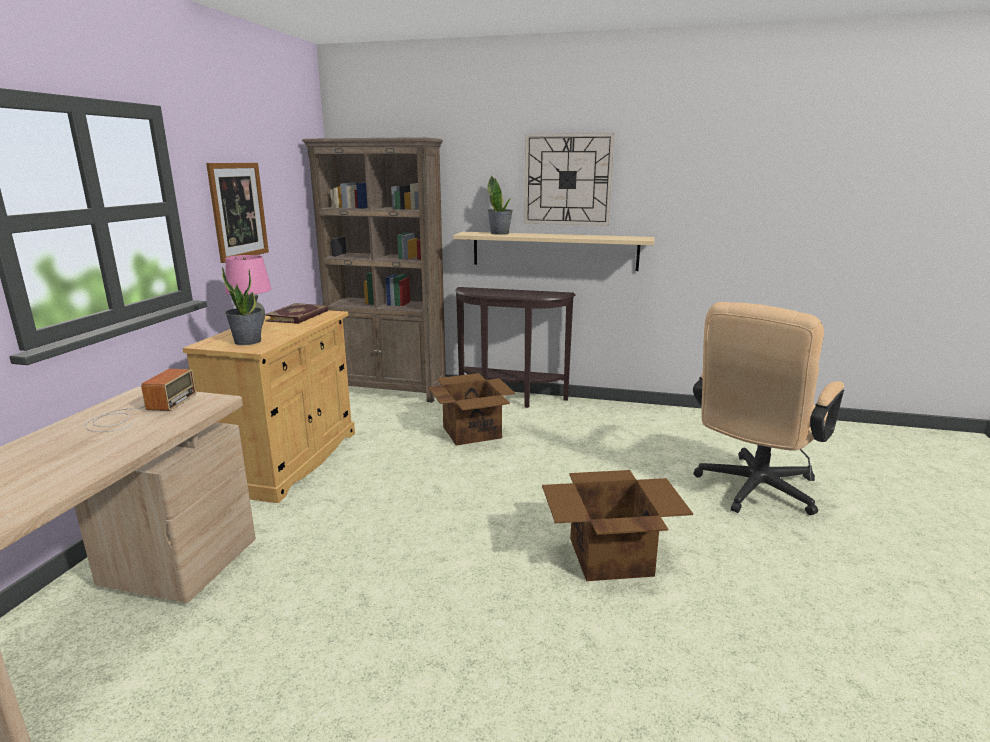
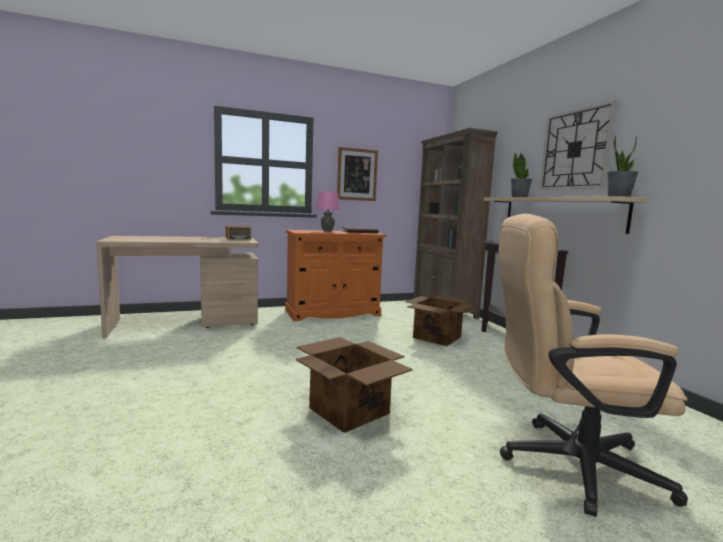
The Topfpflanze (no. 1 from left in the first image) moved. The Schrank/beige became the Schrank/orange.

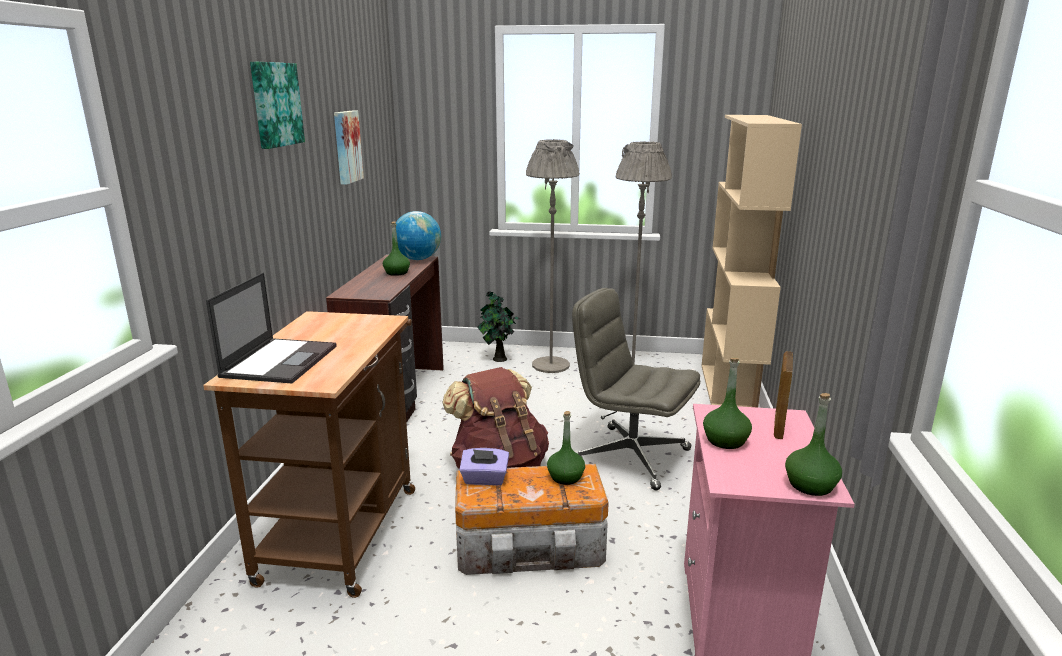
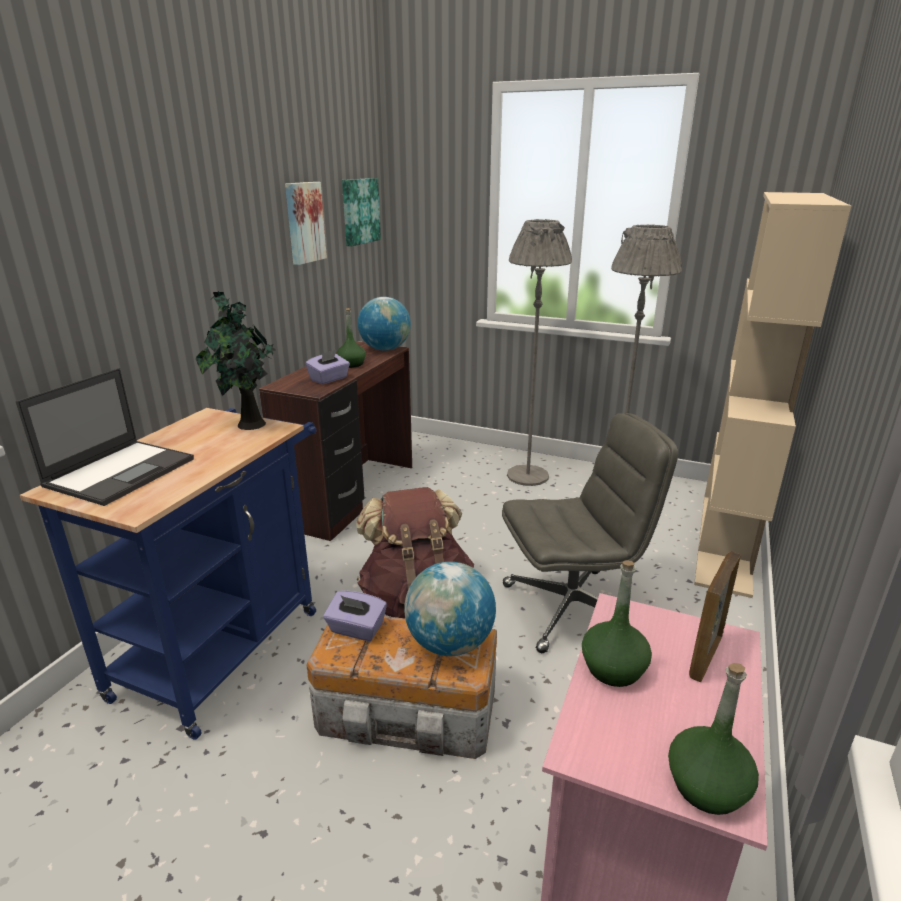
The Bild (no. 1 from left in the first image) moved. The Bürostuhl/grau turned 120 degrees clockwise. The Topfpflanze moved. The Rollwagen/braun became the Rollwagen/blau. The Flasche/grün (no. 2 from left) was replaced by the Globus (no. 2 from left). The Taschentuchbox/lila (no. 1 from left) appeared.

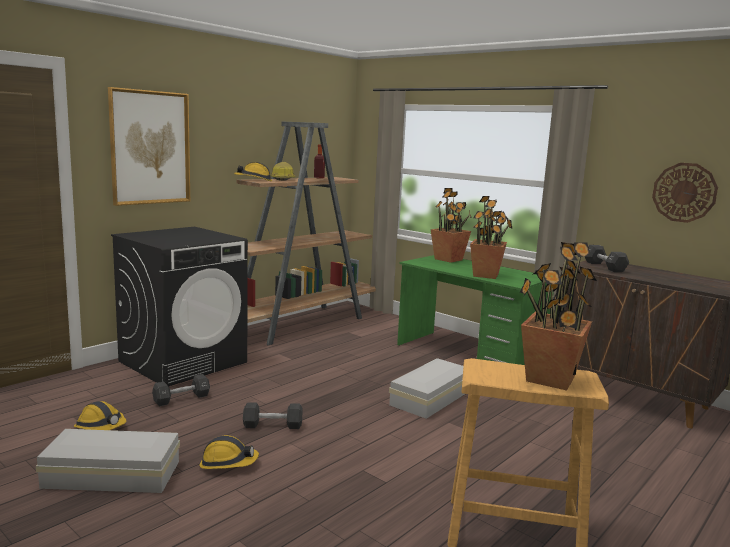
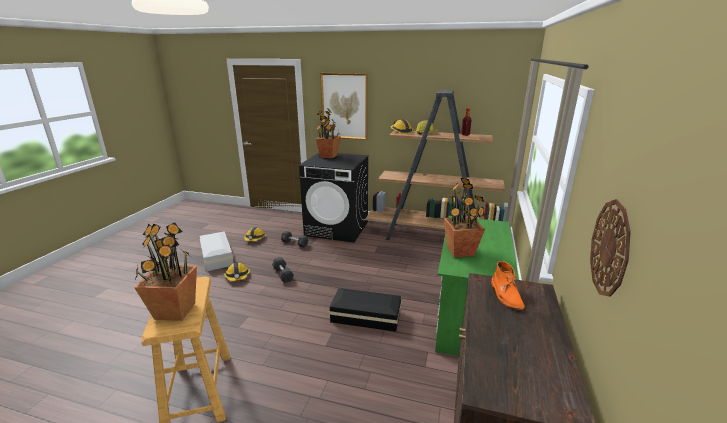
The Topfpflanze (no. 1 from left in the first image) moved. The Hantel/schwarz (no. 3 from left) was replaced by the Stiefel/orange. The Aufbewahrungsbox/weiß (no. 2 from left) became the Aufbewahrungsbox/schwarz.

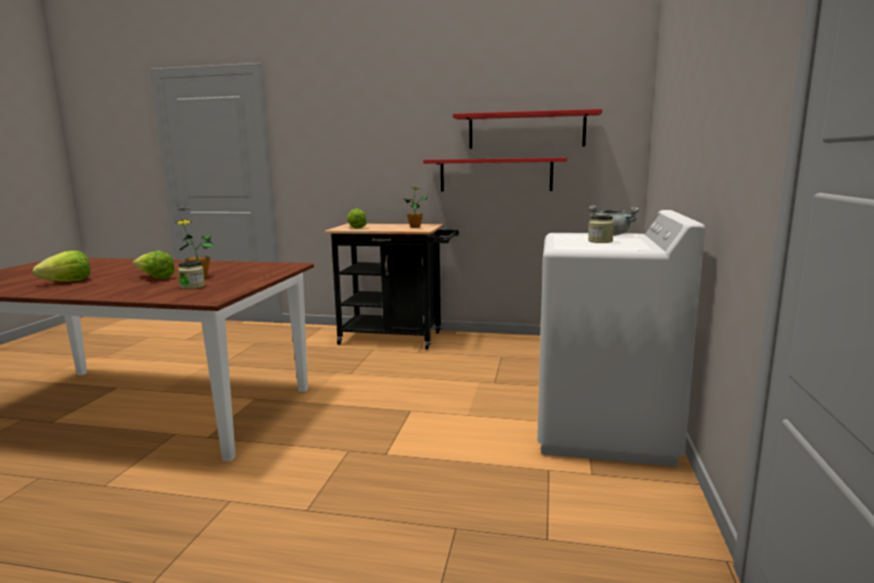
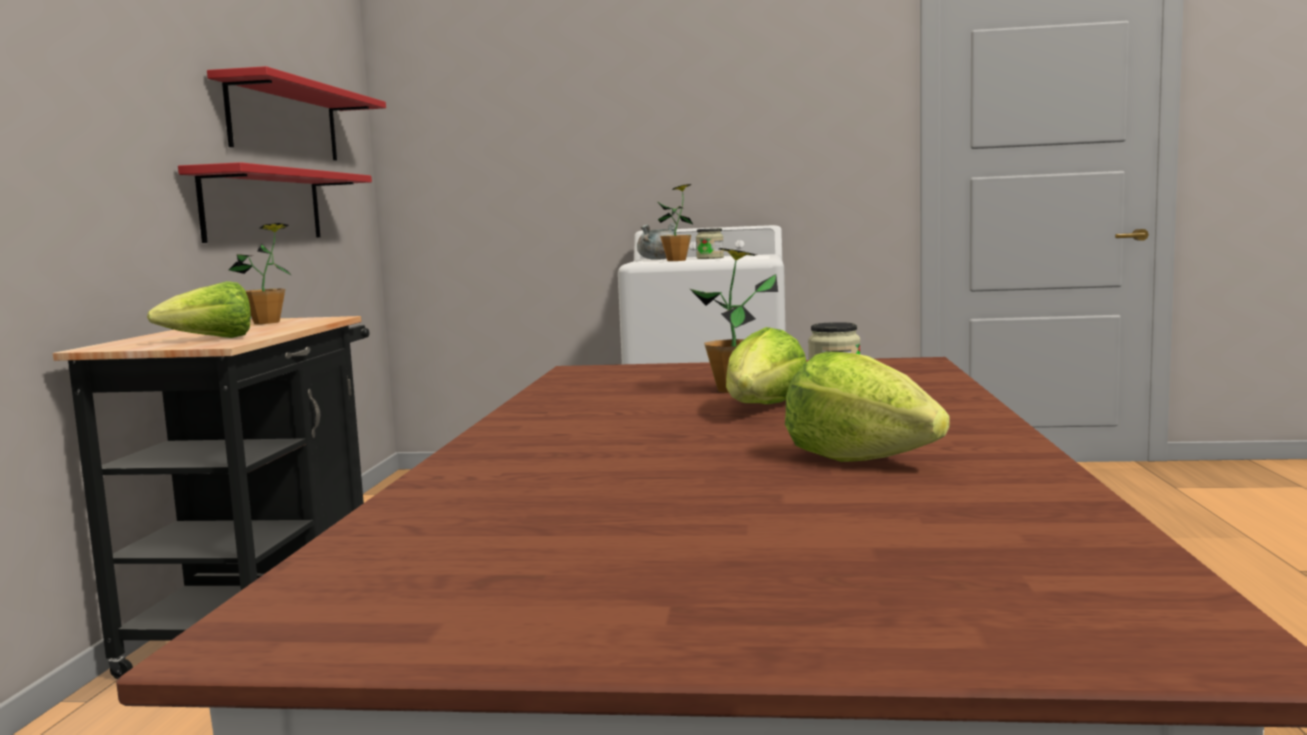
The Topfpflanze (no. 2 from left) appeared.

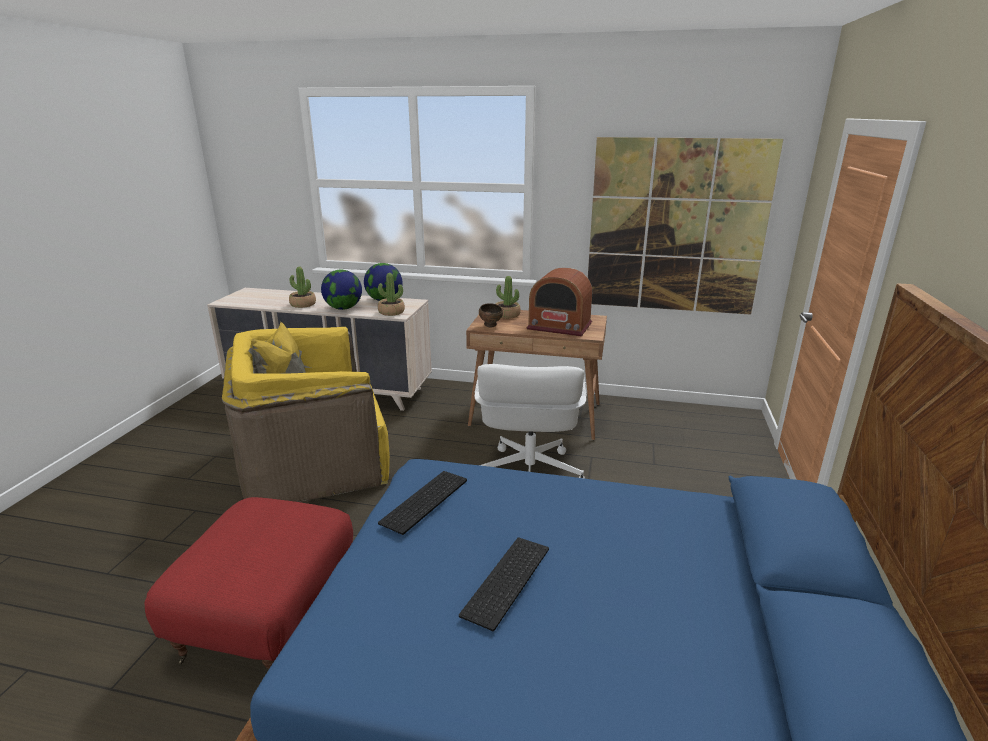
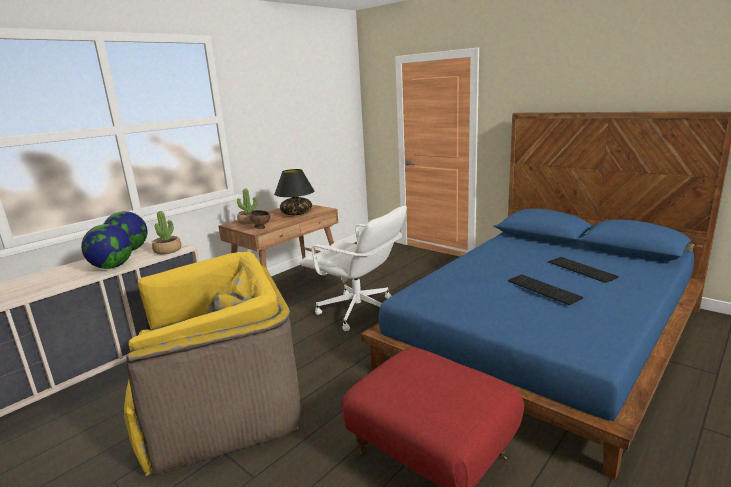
The Bild disappeared. The Topfpflanze (no. 1 from left) disappeared. The Radio was replaced by the Tischlampe/schwarz. The Sessel/gelb turned 120 degrees counterclockwise. The Tastatur (no. 1 from left in the first image) moved.

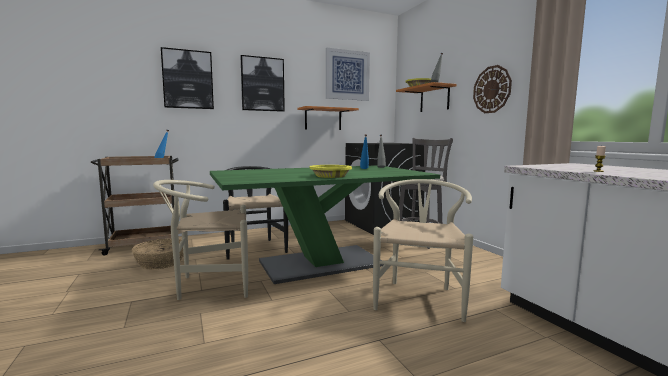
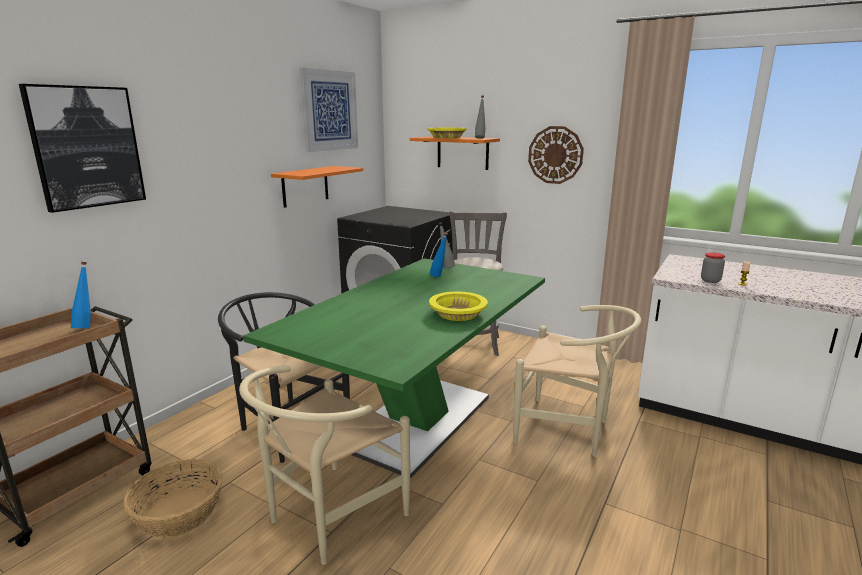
The Bild (no. 2 from left) disappeared. The Stuhl/beige (no. 2 from left) turned 135 degrees clockwise. The Vorratsglas appeared.

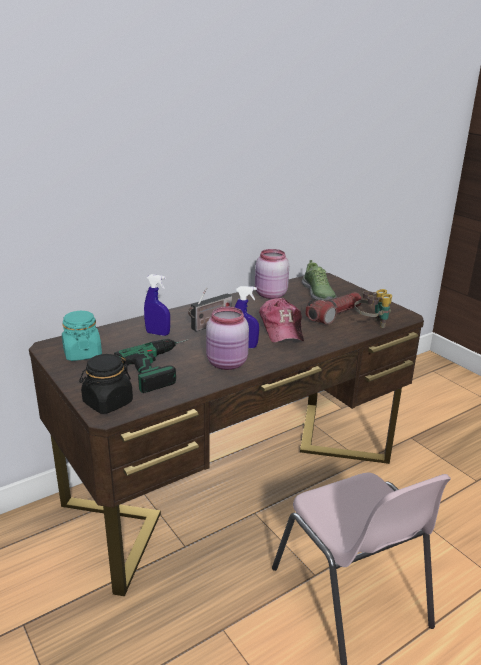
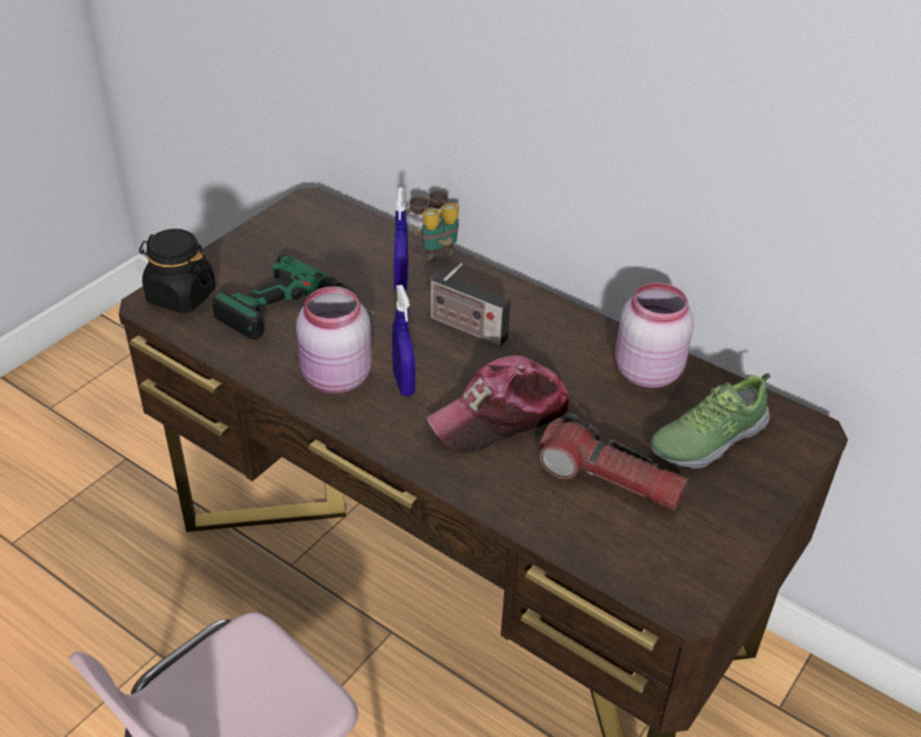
The Fernglas moved. The Vorratsglas/türkis disappeared.

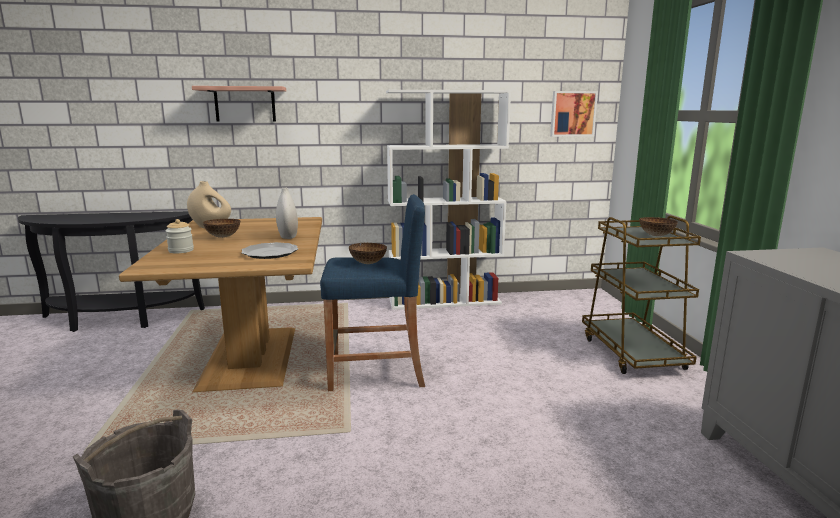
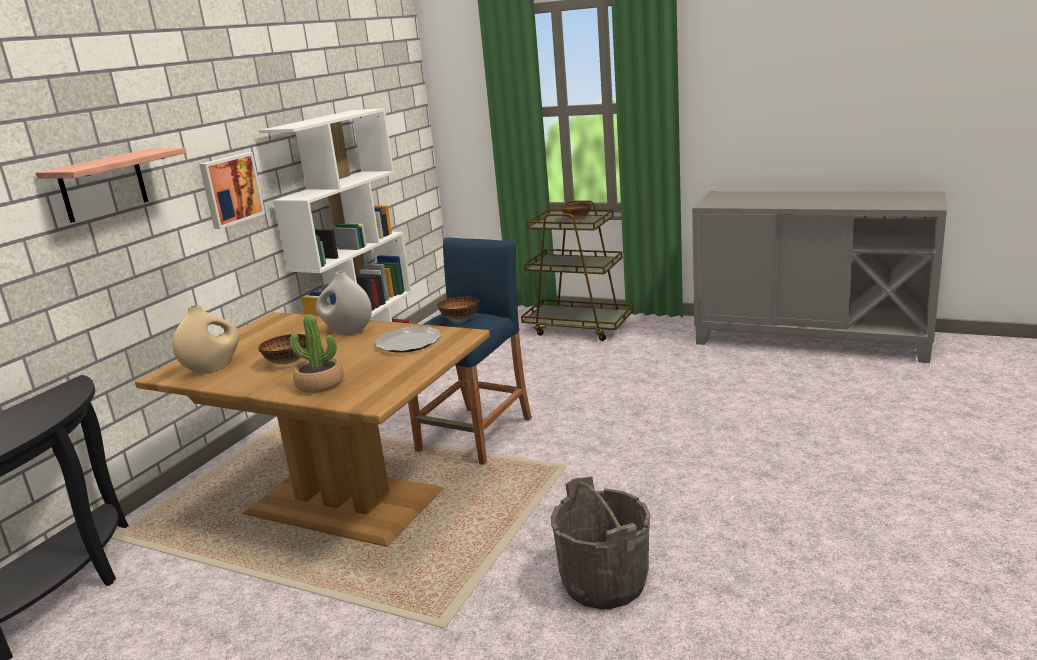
The Bild moved. The Vorratsglas was replaced by the Topfpflanze.

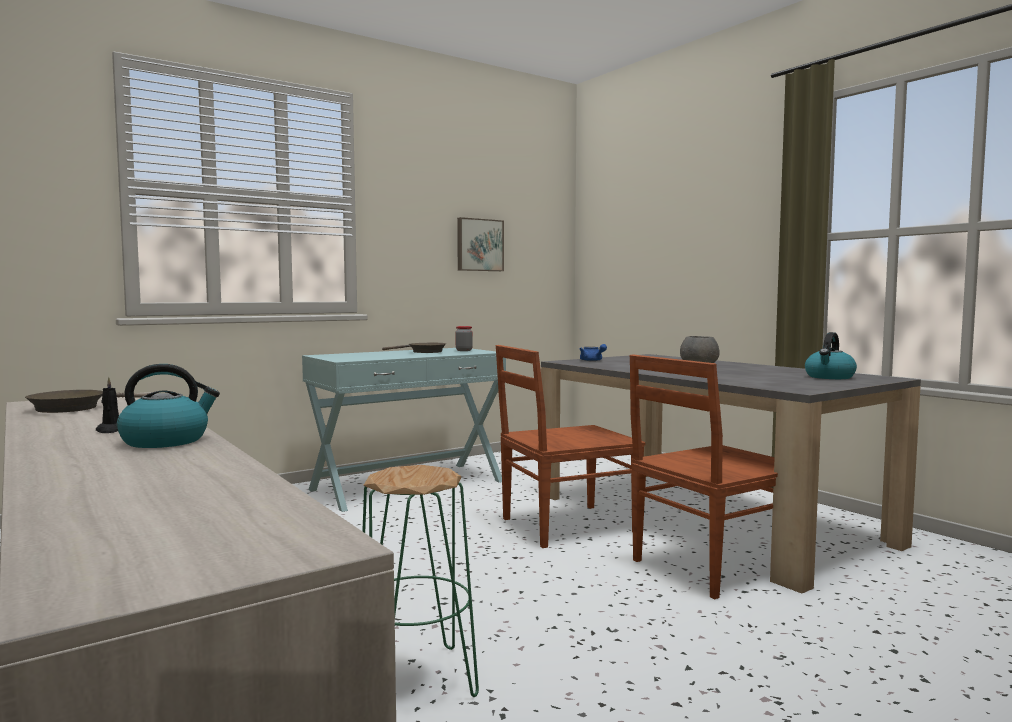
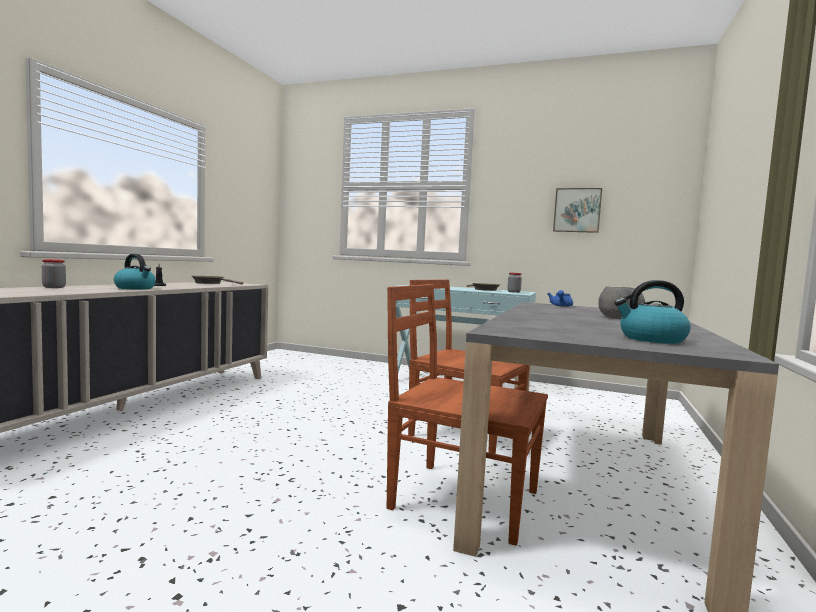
The Hocker/grün disappeared. The Vorratsglas (no. 1 from left) appeared.

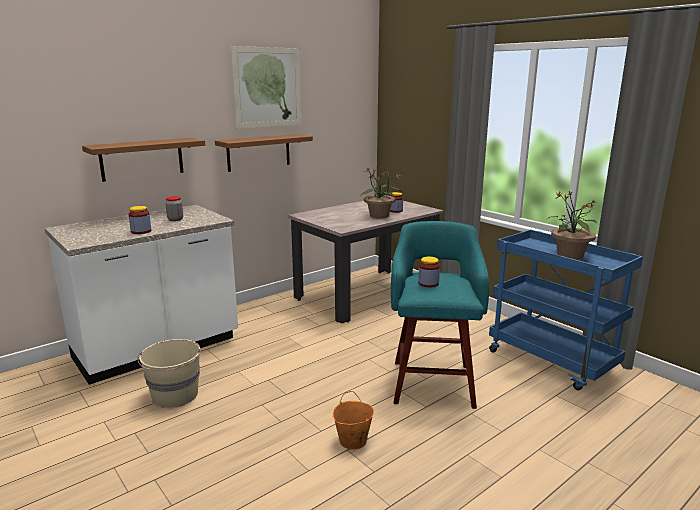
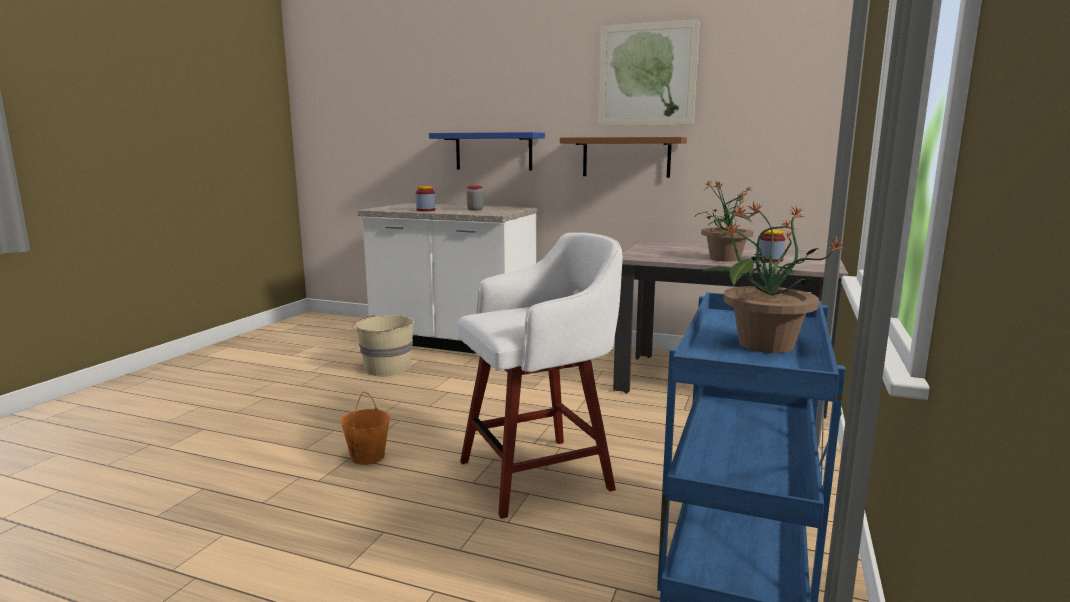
The Wandregal/braun (no. 1 from left) became the Wandregal/blau. The Hocker/türkis became the Hocker/weiß. The Vorratsglas (no. 4 from left) disappeared.

